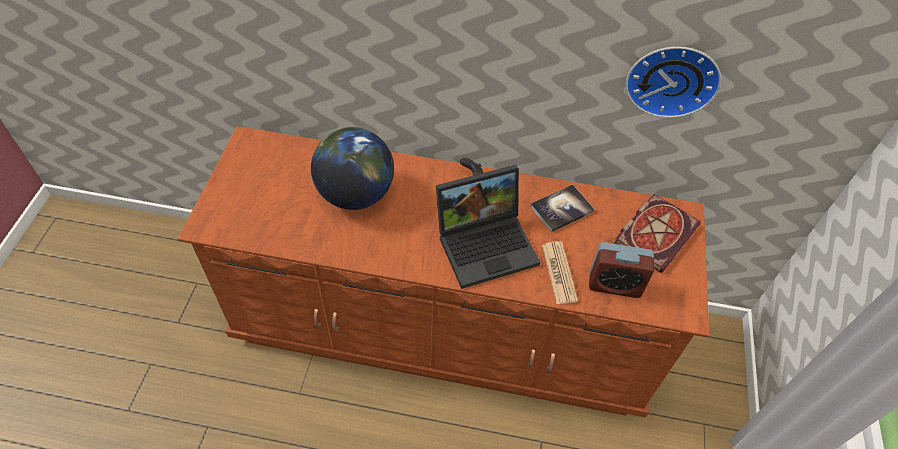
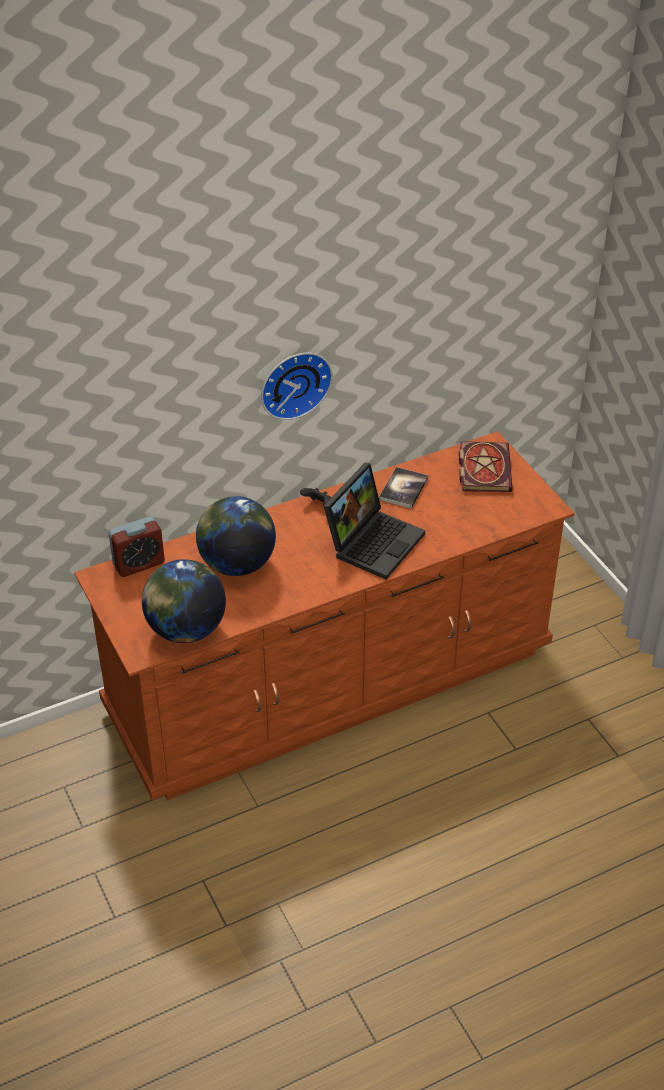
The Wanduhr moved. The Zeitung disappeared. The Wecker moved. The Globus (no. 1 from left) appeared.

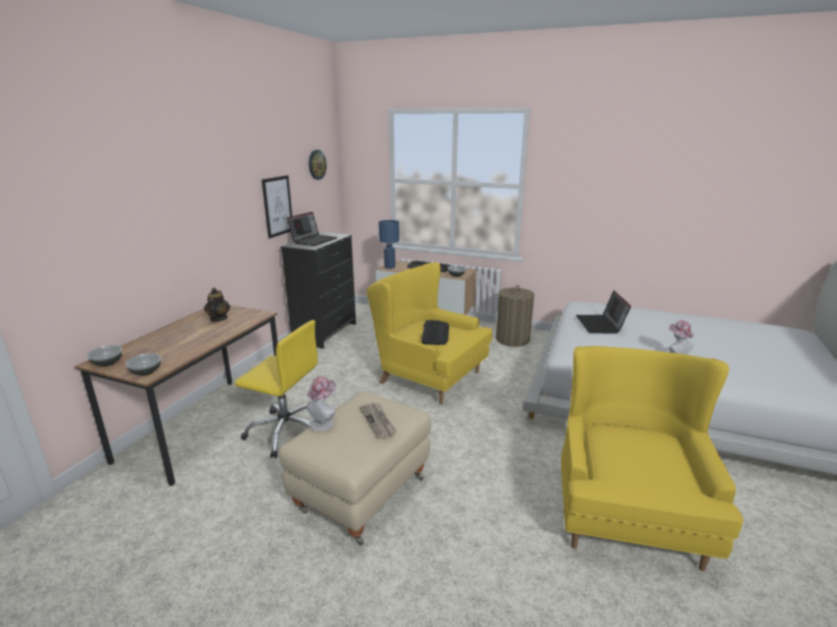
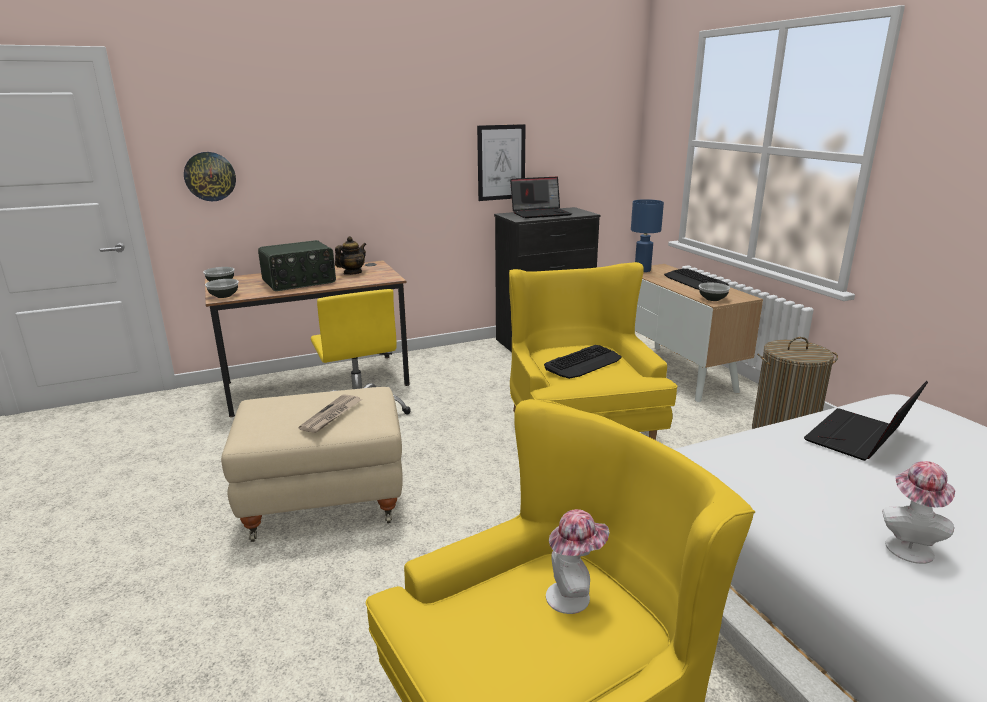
The Wanduhr moved. The Hut (no. 1 from left) moved. The Radio appeared.

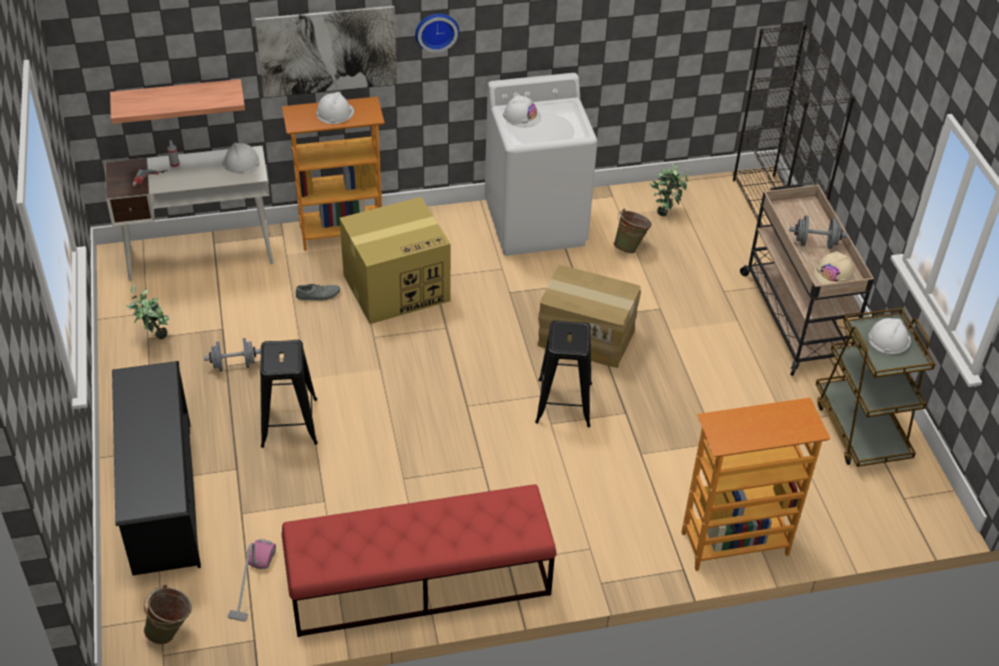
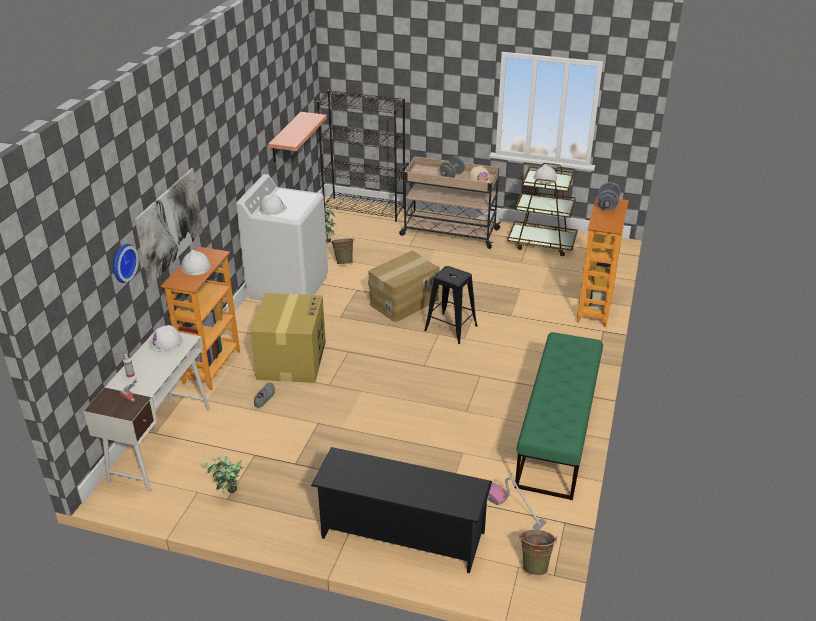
The Wanduhr moved. The Wandregal moved. The Hantel/grau (no. 1 from left in the first image) moved. The Hocker/schwarz (no. 1 from left) disappeared. The Bank/rot became the Bank/grün.

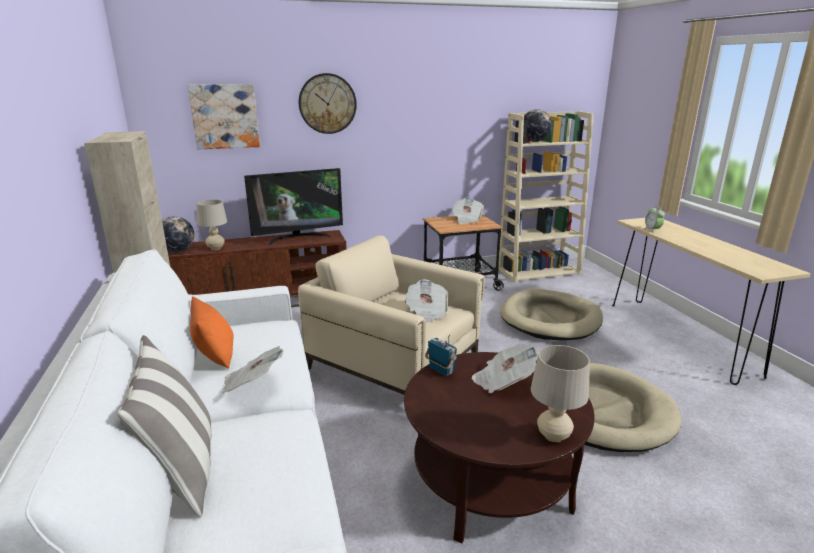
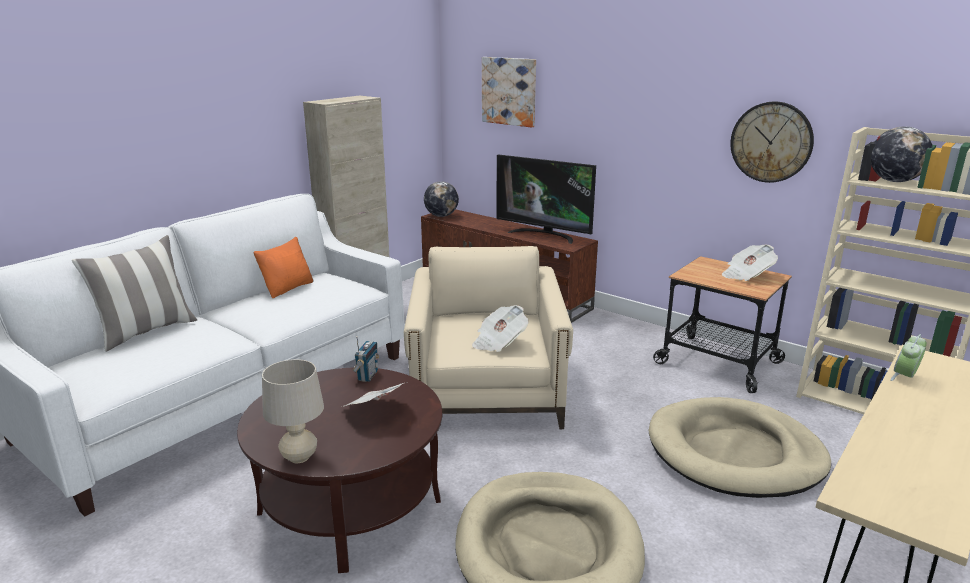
The Wanduhr moved. The Tischlampe/beige (no. 1 from left) disappeared. The Zeitung (no. 1 from left) disappeared.

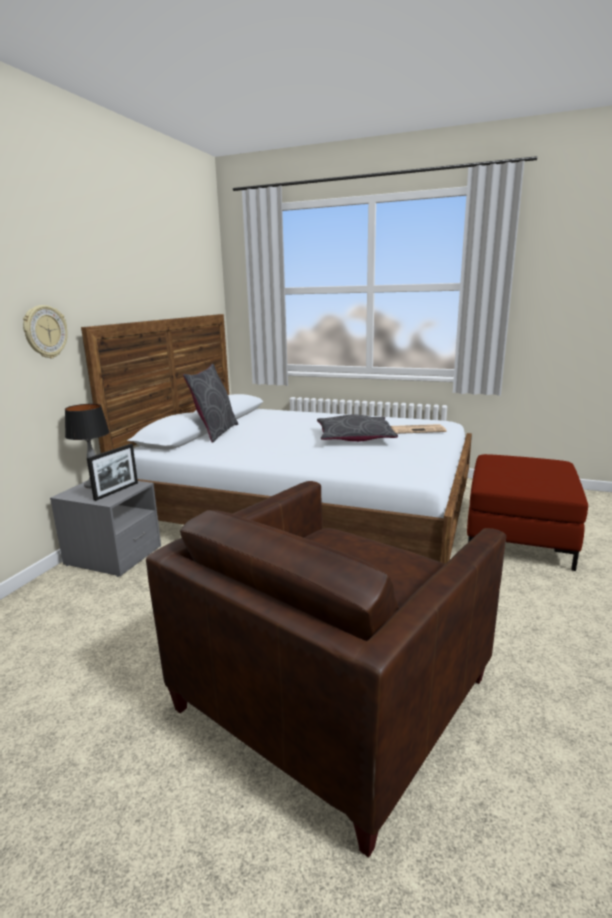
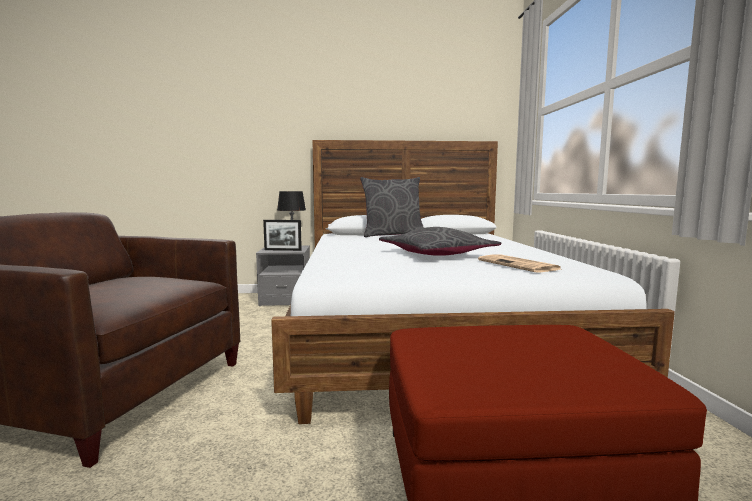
The Wanduhr disappeared.

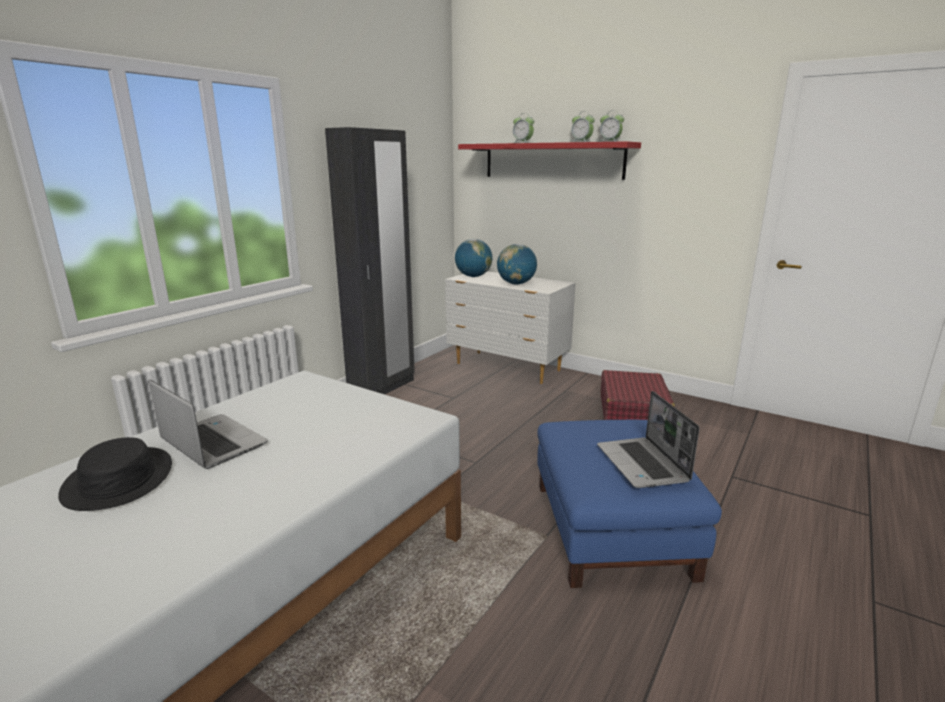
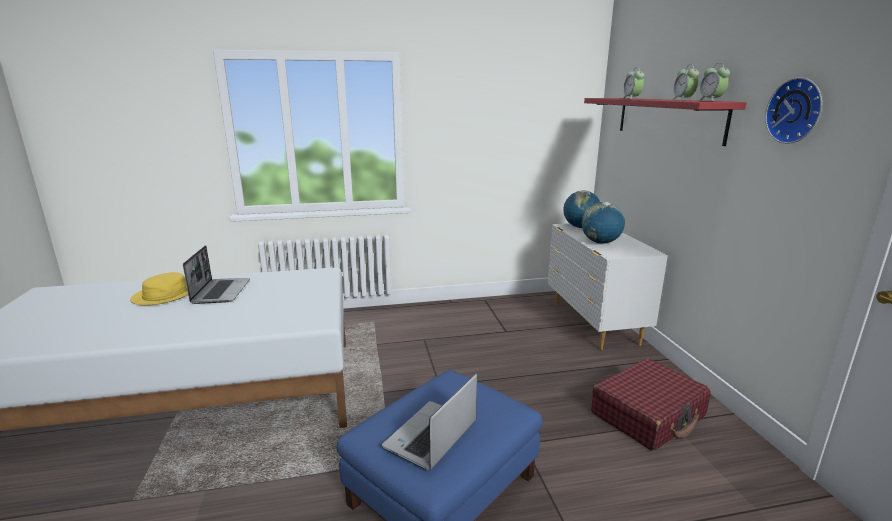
The Kleiderschrank/schwarz disappeared. The Hut/schwarz became the Hut/gelb. The Wanduhr appeared.

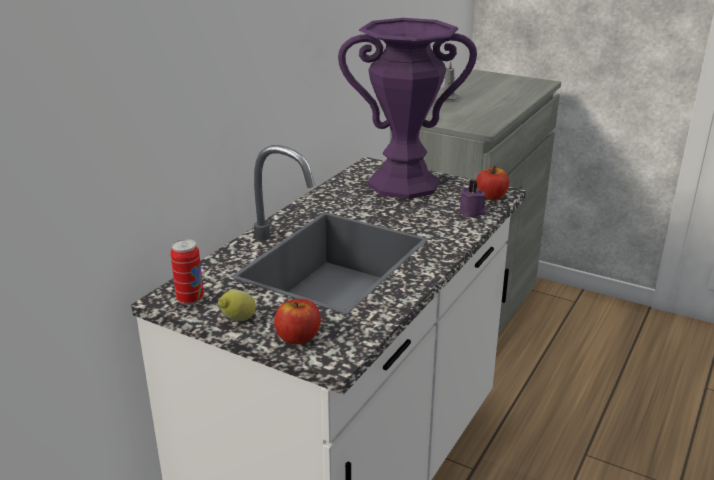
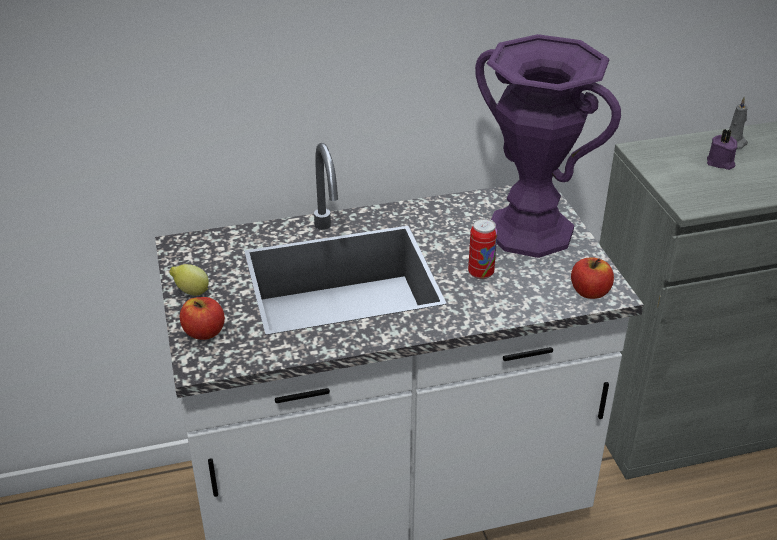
The Kerze/lila moved. The Dose moved.

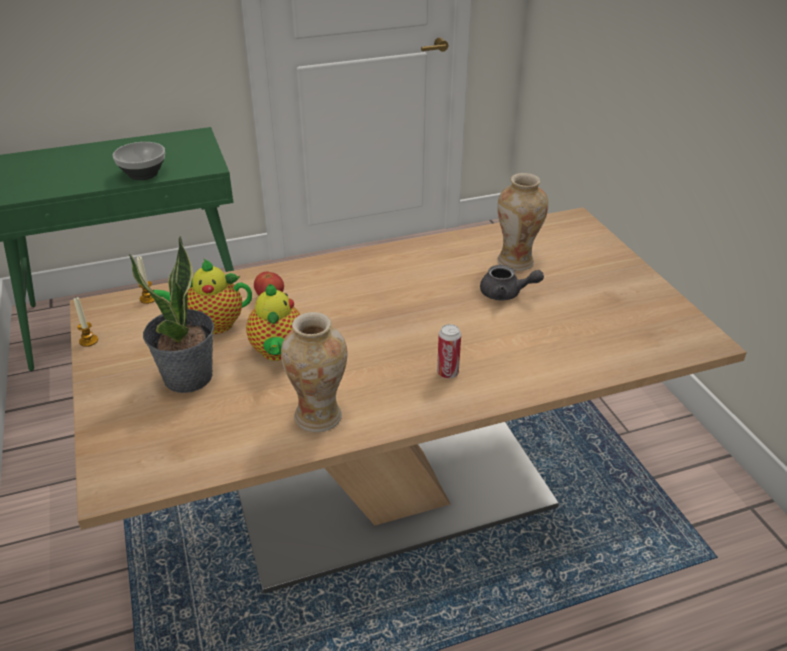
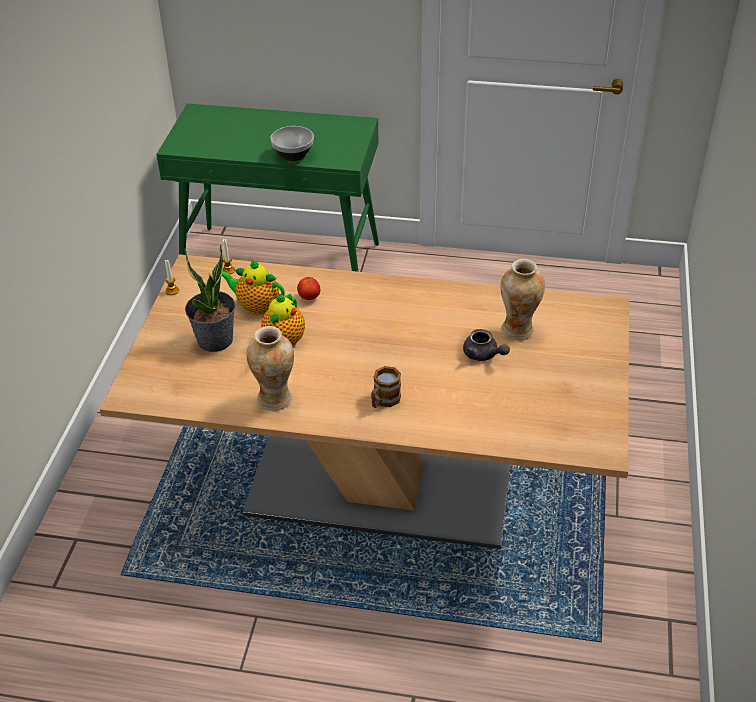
The Dose was replaced by the Henkelbecher.

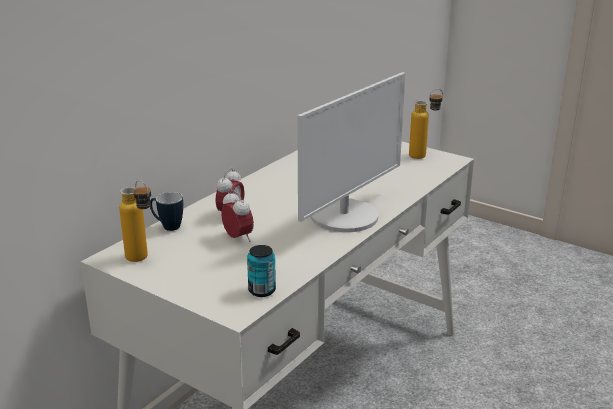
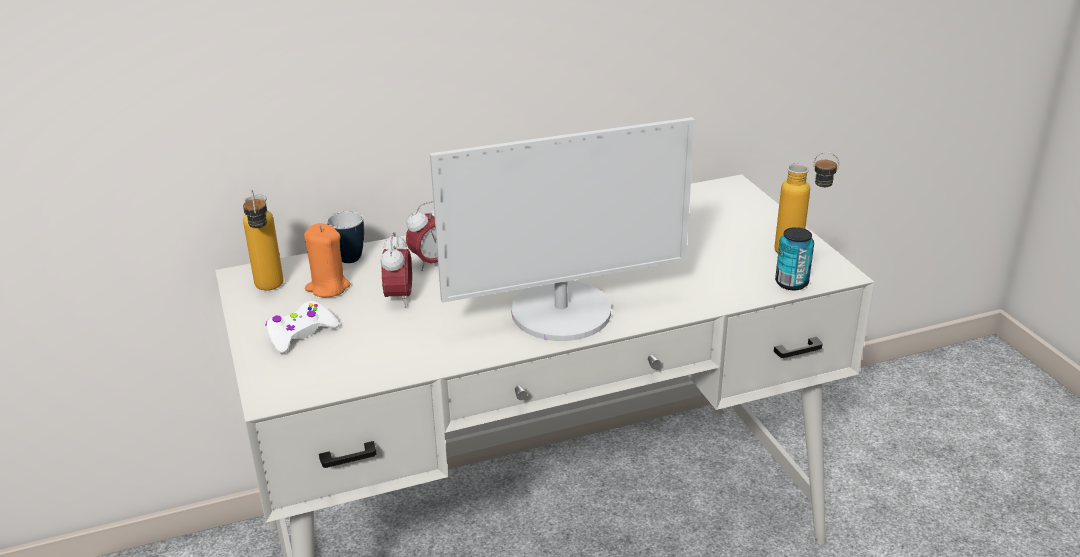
The Dose moved. The Kerze/orange appeared. The Gamepad/weiß appeared.

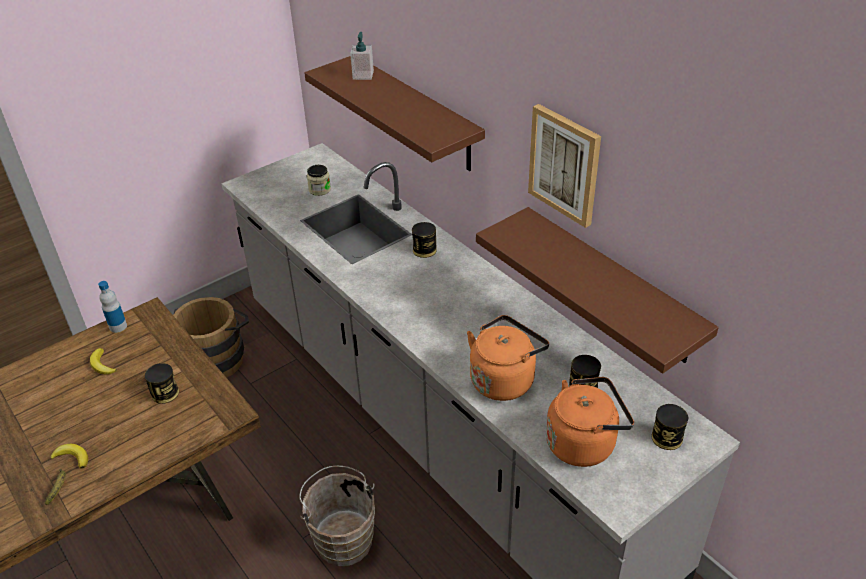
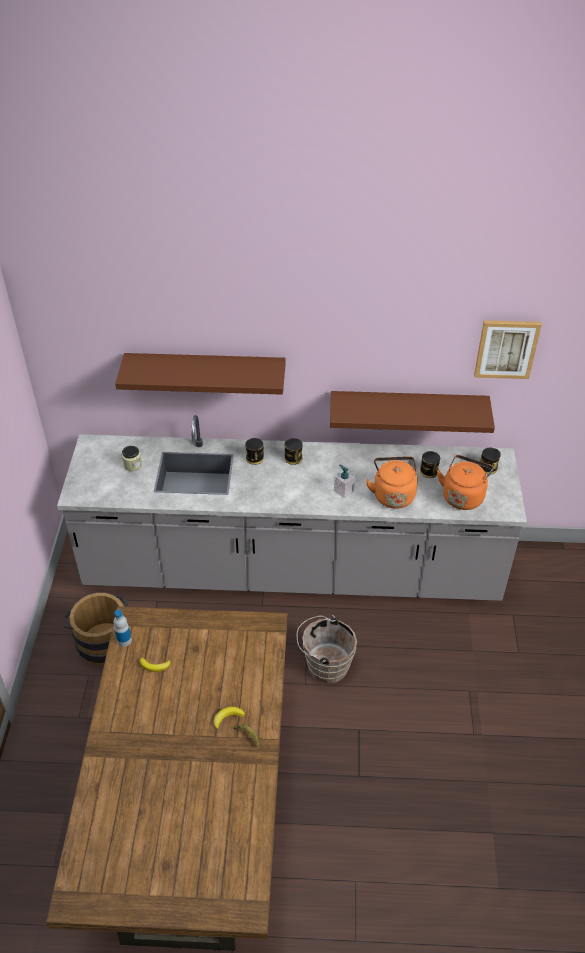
The Seifenspender moved. The Bild moved. The Dose (no. 1 from left in the first image) moved.

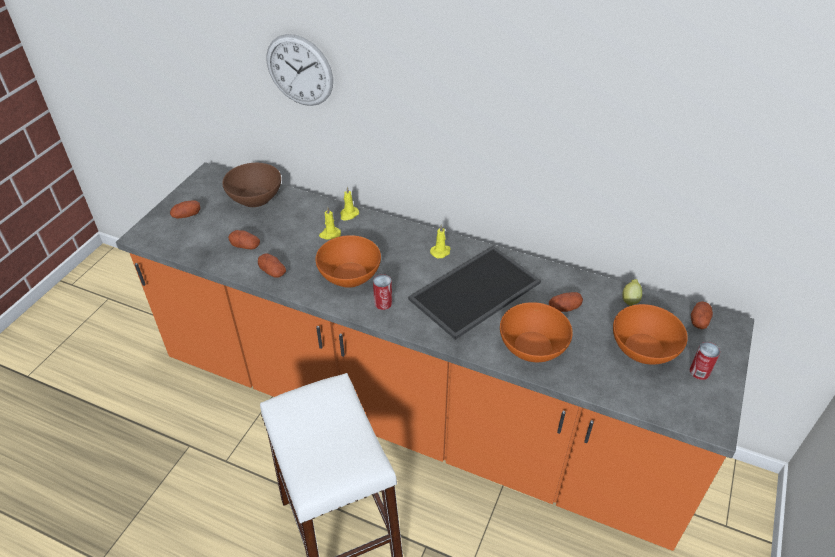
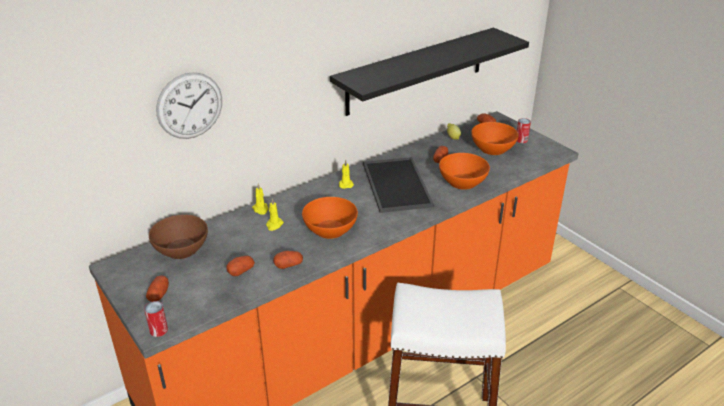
The Dose (no. 1 from left) moved. The Wandregal/schwarz appeared.

